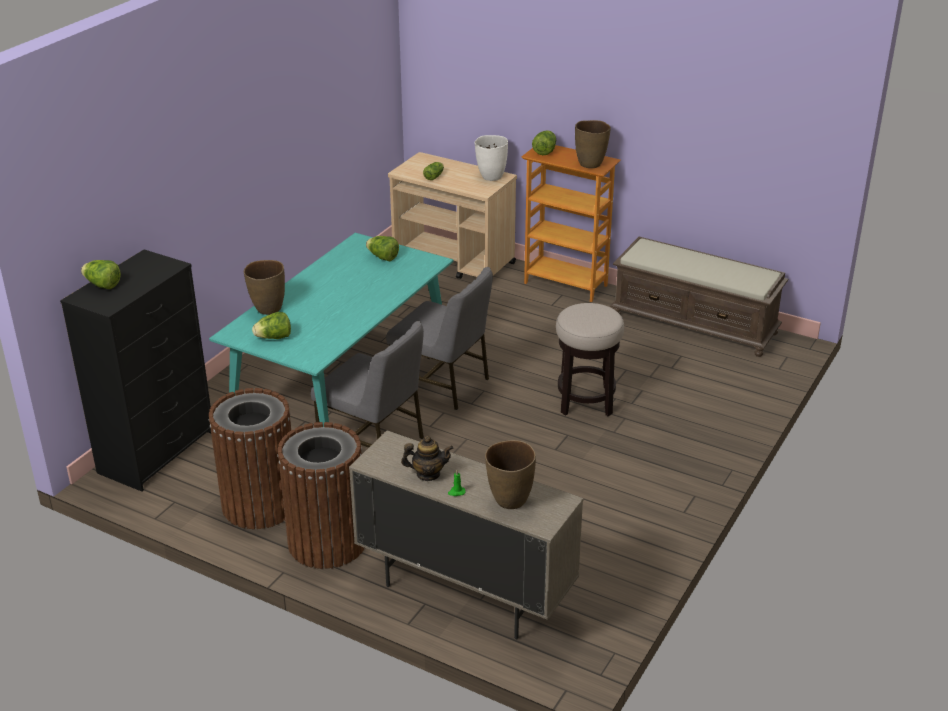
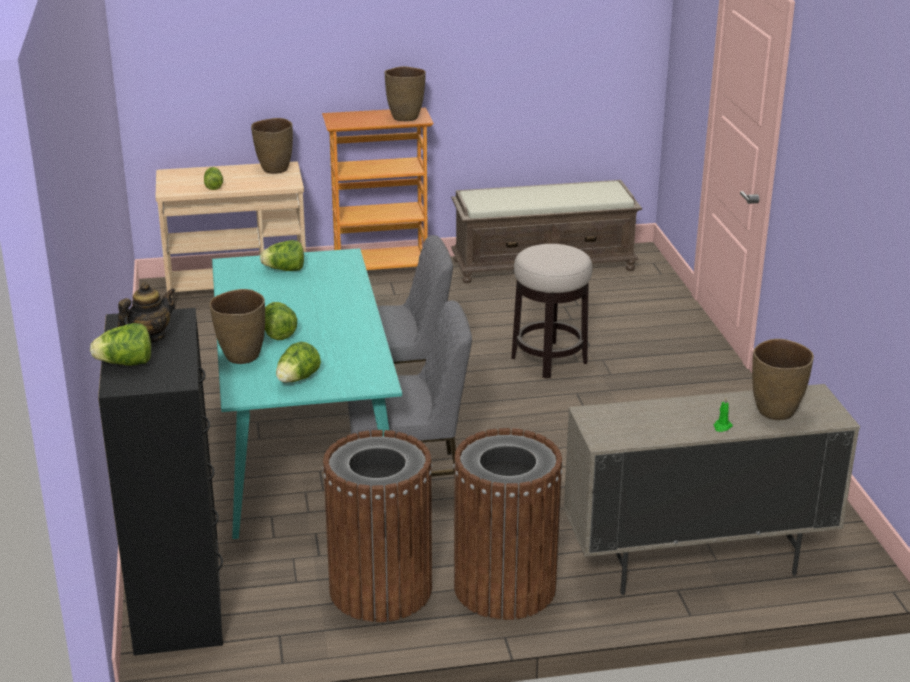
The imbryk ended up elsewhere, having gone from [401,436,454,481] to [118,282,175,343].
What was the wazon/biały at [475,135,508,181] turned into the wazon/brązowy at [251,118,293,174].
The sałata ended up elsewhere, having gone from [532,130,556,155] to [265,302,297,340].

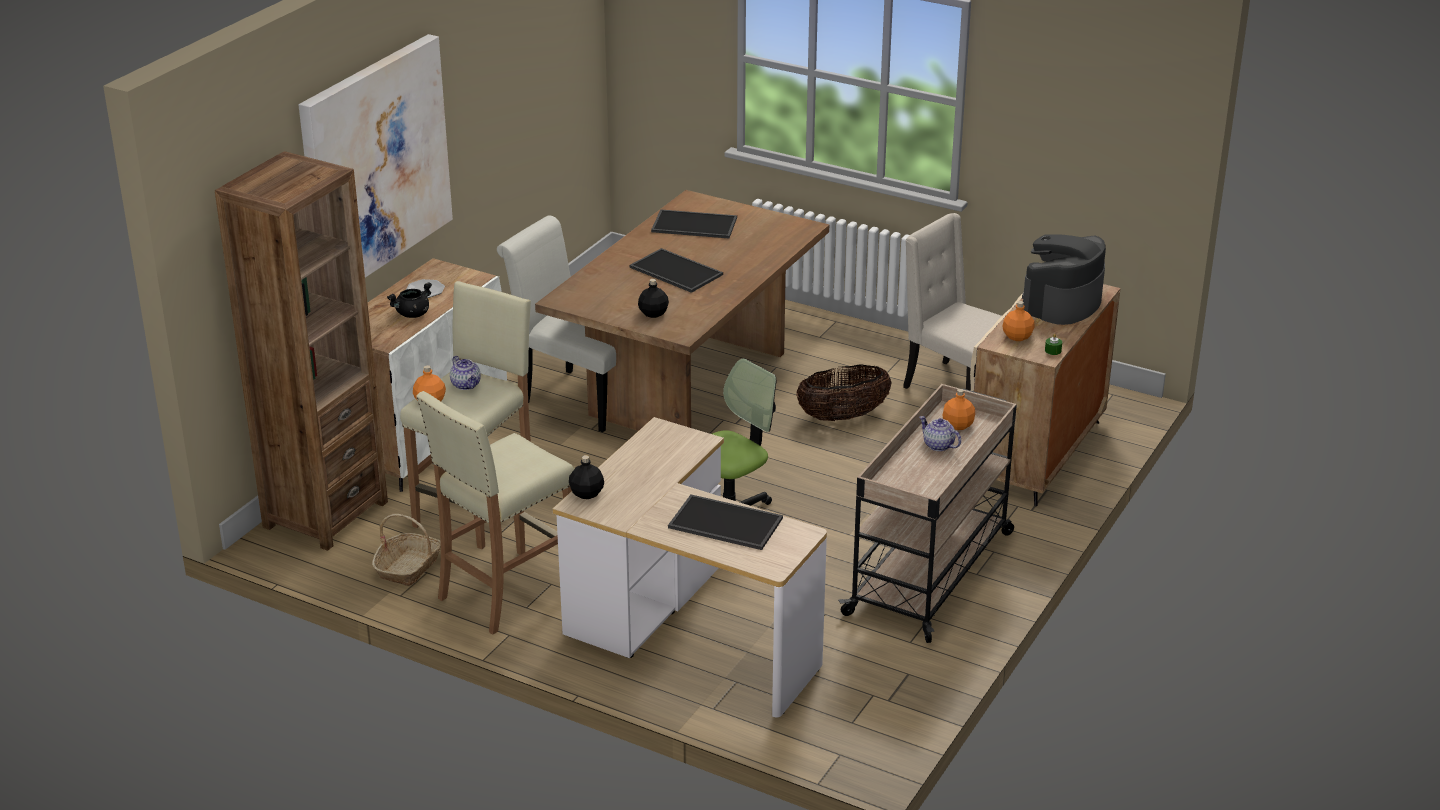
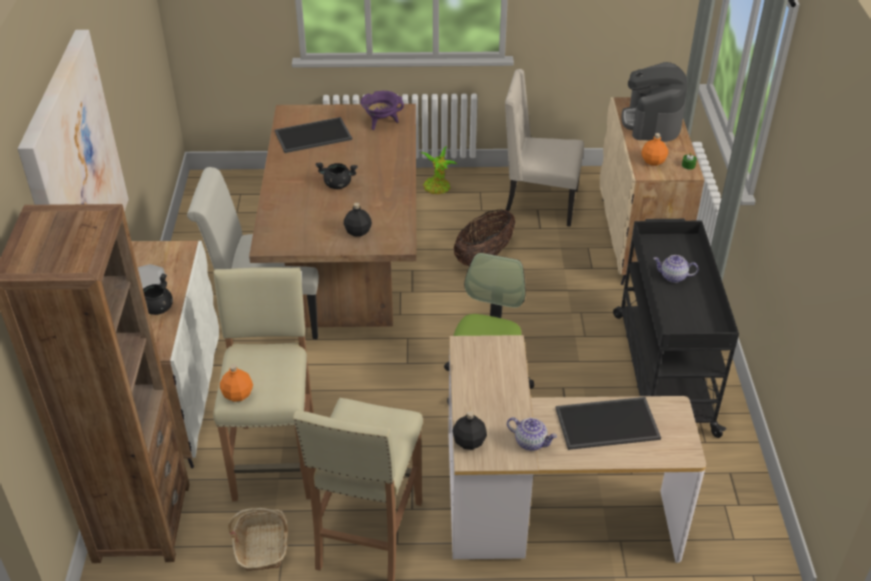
Where the taca stood at [629,248,723,293], the garnek/czarny came to stand at [316,162,357,189].
The second view gained the garnek/fioletowy at [361,91,404,130].
The second view gained the roślina doniczkowa at [420,146,457,194].
The imbryk ended up elsewhere, having gone from [450,356,481,390] to [507,417,557,451].
What was the wózek/beżowy at [838,384,1017,643] turned into the wózek/czarny at [613,219,739,438].
The second view lost the butelka/pomarańczowy at [942,389,975,430].

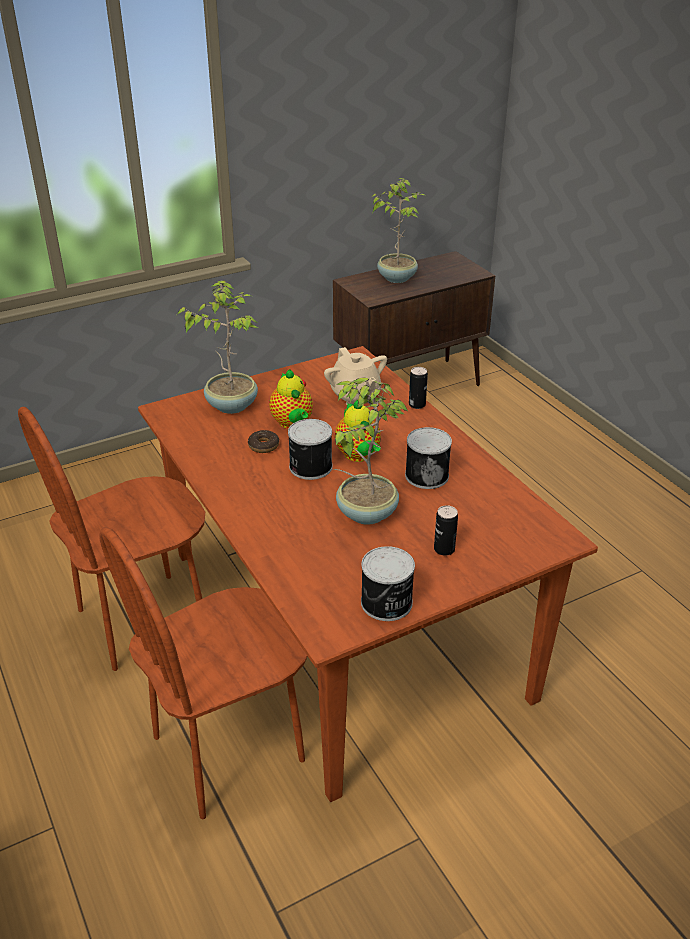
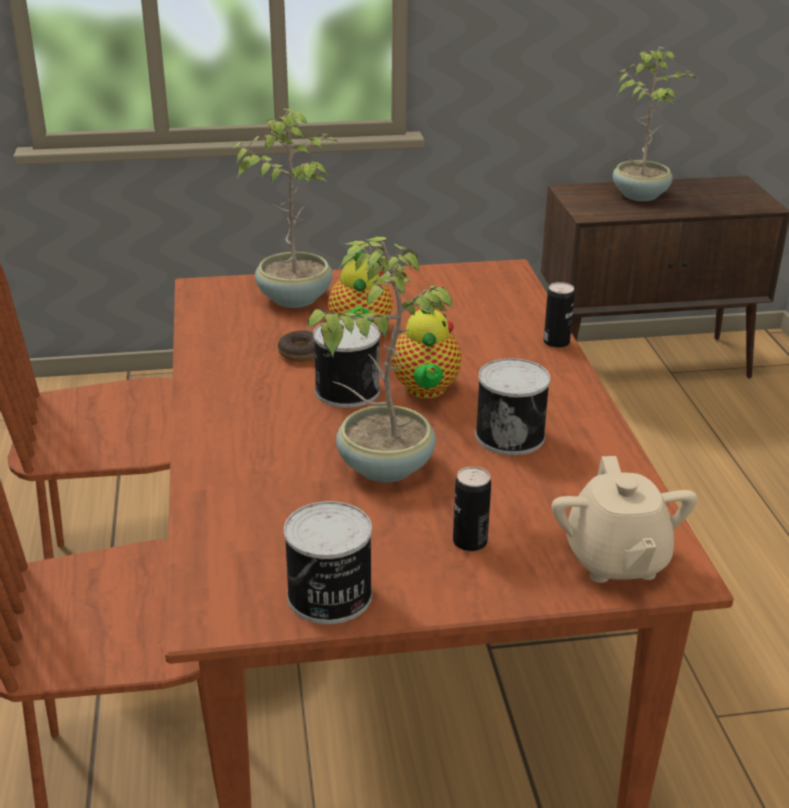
The imbryk/beżowy ended up elsewhere, having gone from [324,347,387,405] to [552,456,698,583].

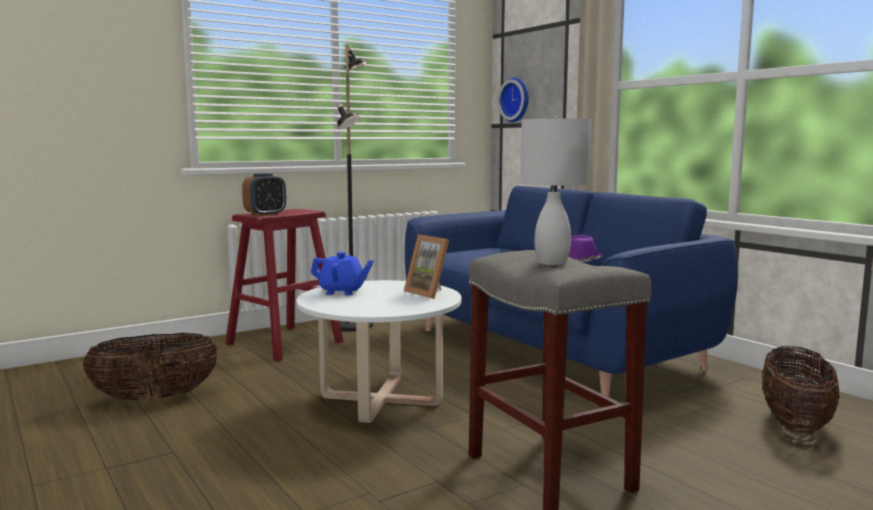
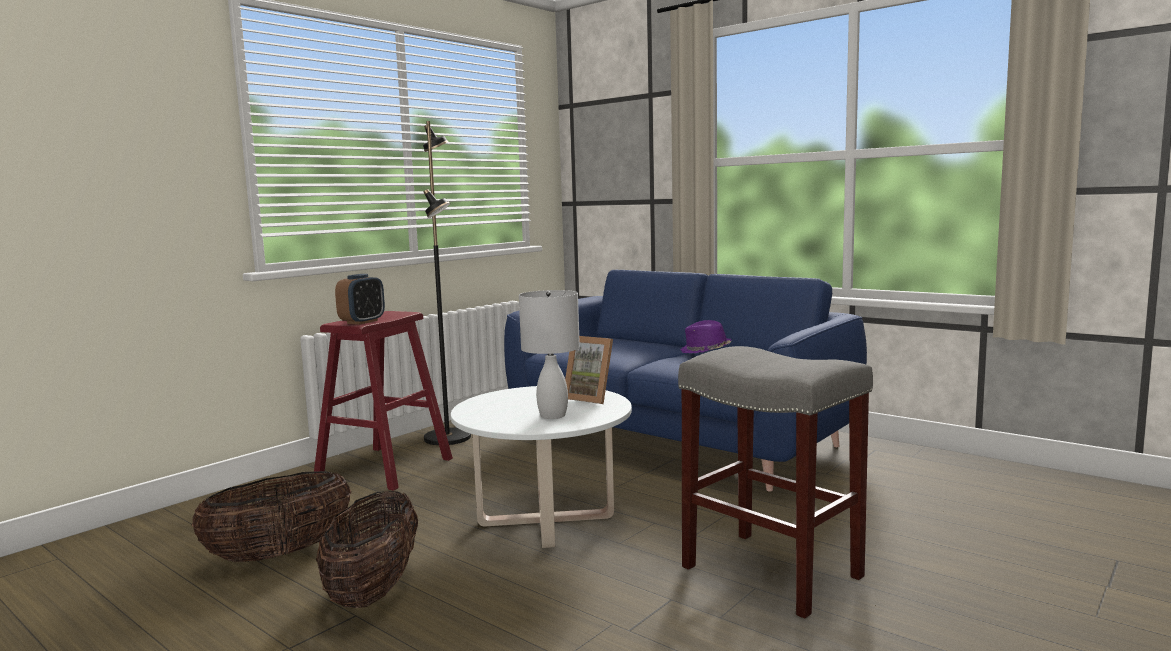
The koszyk ended up elsewhere, having gone from [762,346,840,434] to [316,491,418,608].
The lampa stołowa/biały ended up elsewhere, having gone from [520,117,591,265] to [519,290,580,419].
The second view lost the imbryk/niebieski at [311,252,374,295].
The second view lost the zegar ścienny at [498,77,529,122].

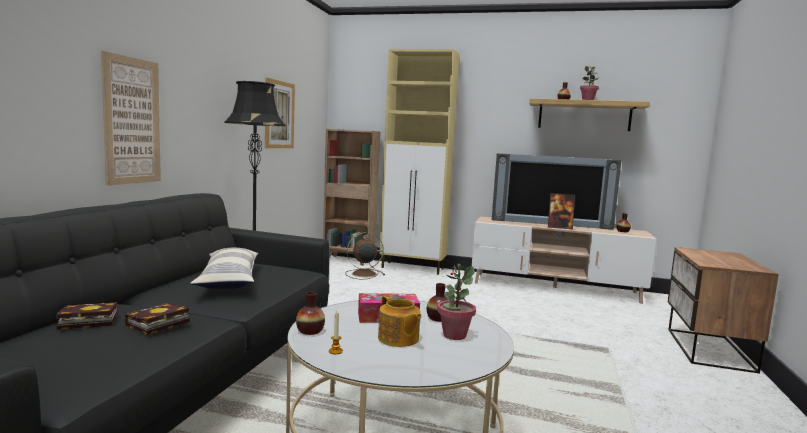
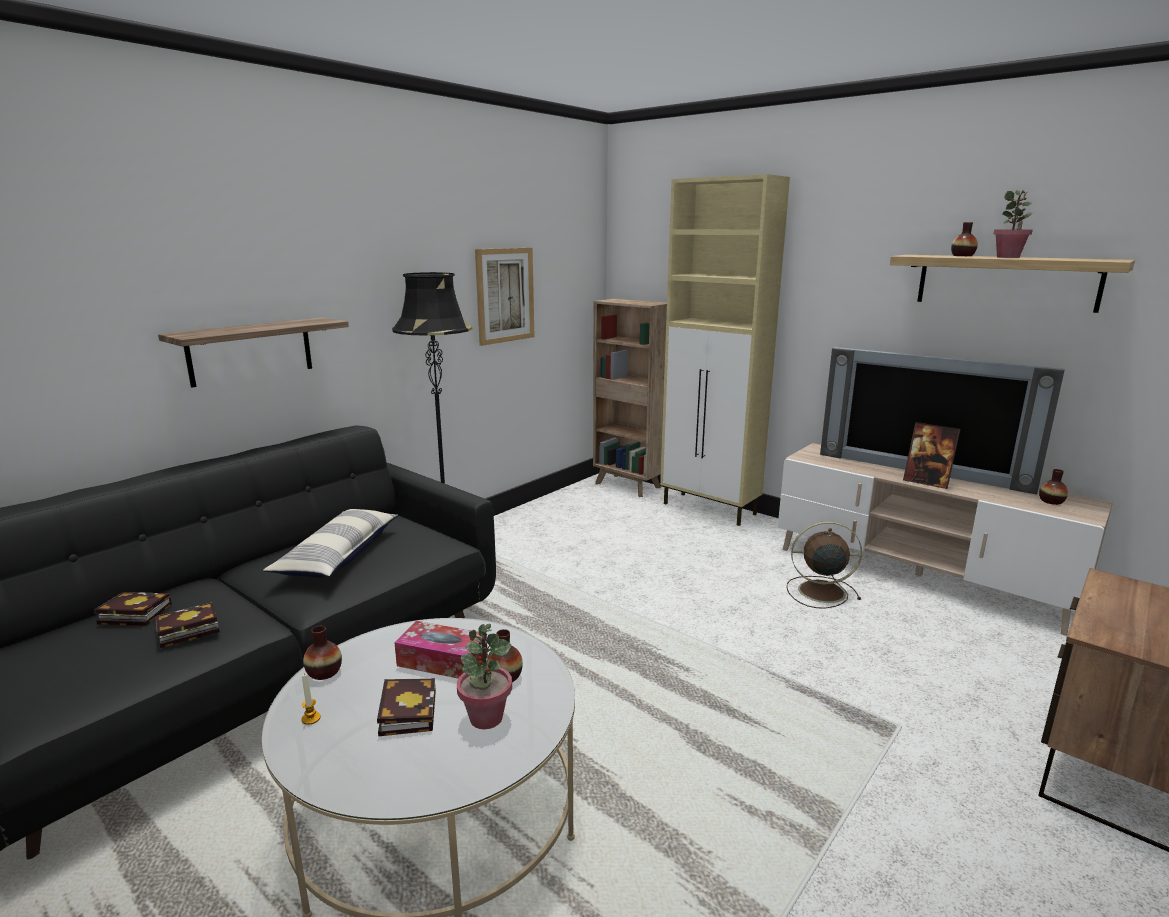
Where the obraz hung at [101,51,161,186], the półka came to hang at [158,317,349,388].
Where the imbryk stood at [378,295,421,347], the książka came to stand at [377,678,436,736].
The wentylator/brązowy ended up elsewhere, having gone from [345,232,385,280] to [787,521,862,608].

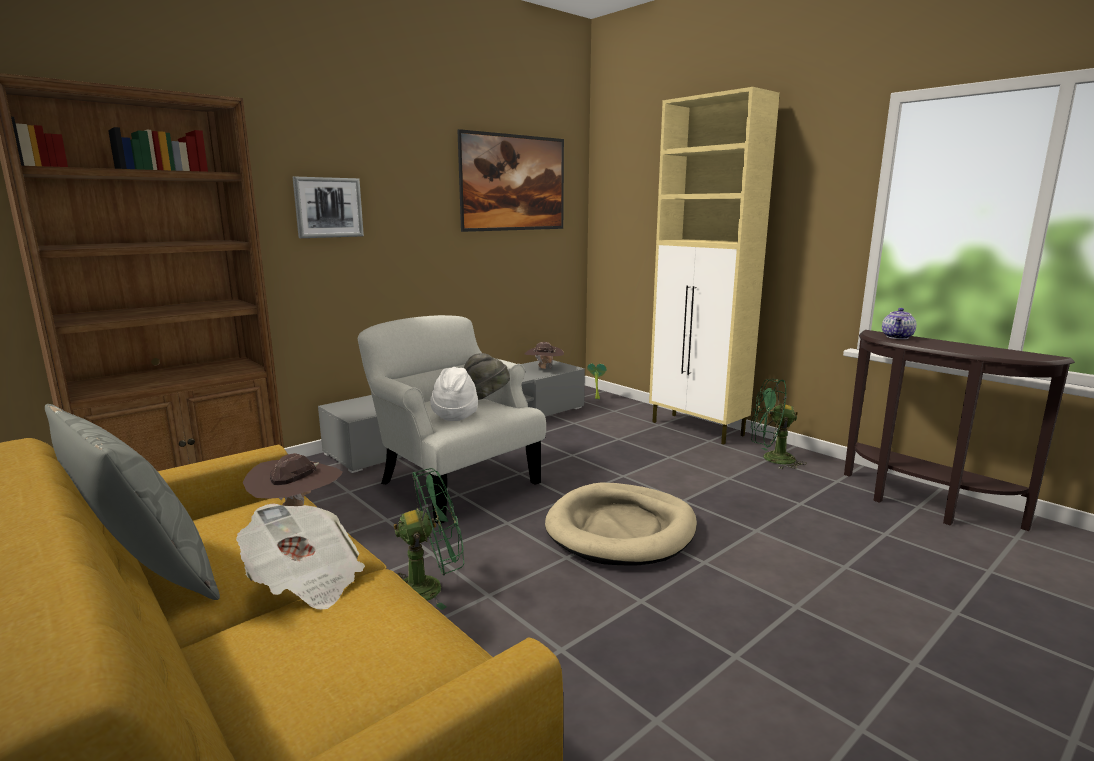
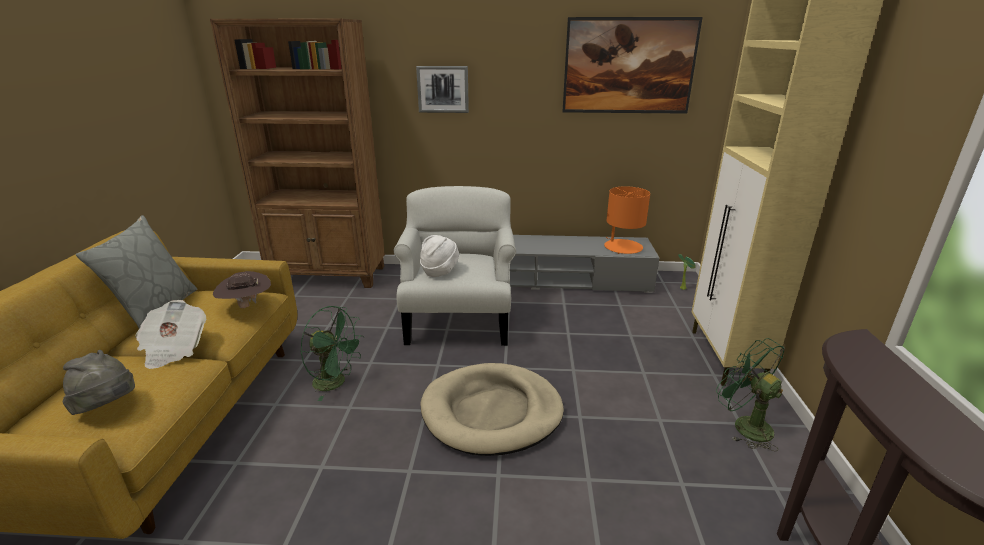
The kapelusz/szary ended up elsewhere, having gone from [464,353,510,400] to [63,350,135,415].
Where the kapelusz/brązowy stood at [524,342,564,369], the lampa stołowa/pomarańczowy came to stand at [604,186,650,254].
The second view lost the imbryk at [882,308,916,339].

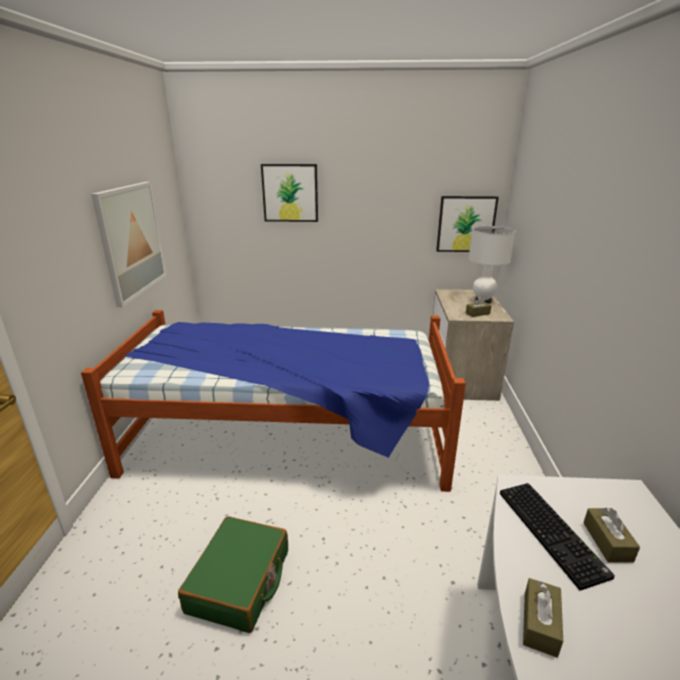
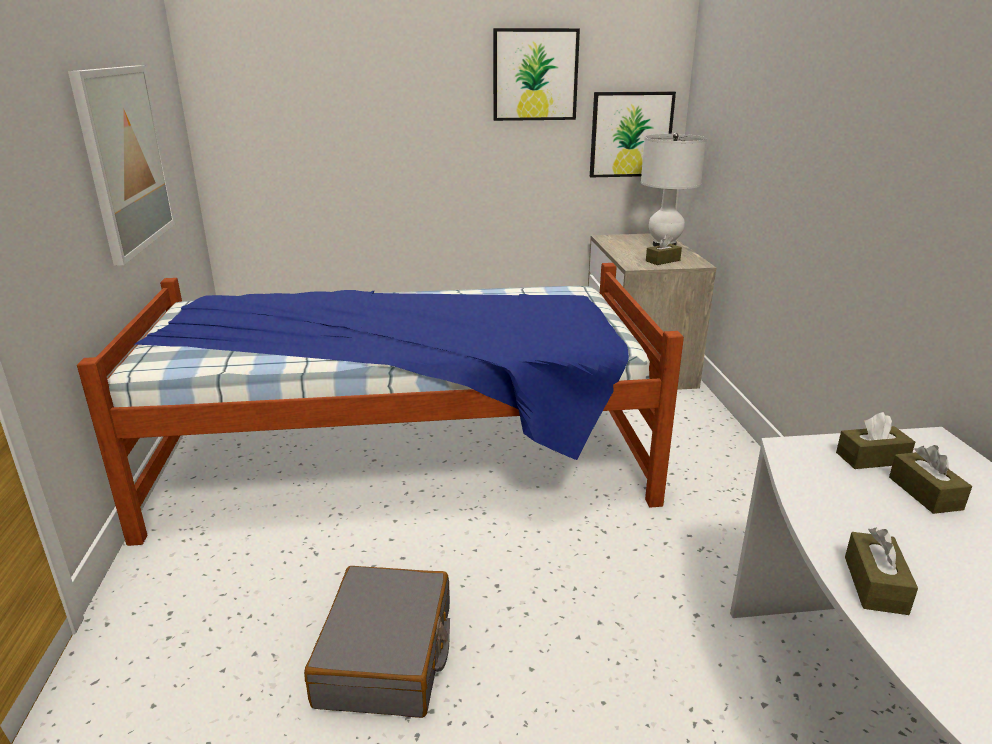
What was the walizka/zielony at [178,516,288,633] turned into the walizka/szary at [304,566,450,718].
The obraz ended up elsewhere, having gone from [261,164,318,222] to [493,28,580,121].
The second view gained the pudełko chusteczek/brązowy at [836,412,915,469].
The second view lost the klawiatura at [500,483,615,591].

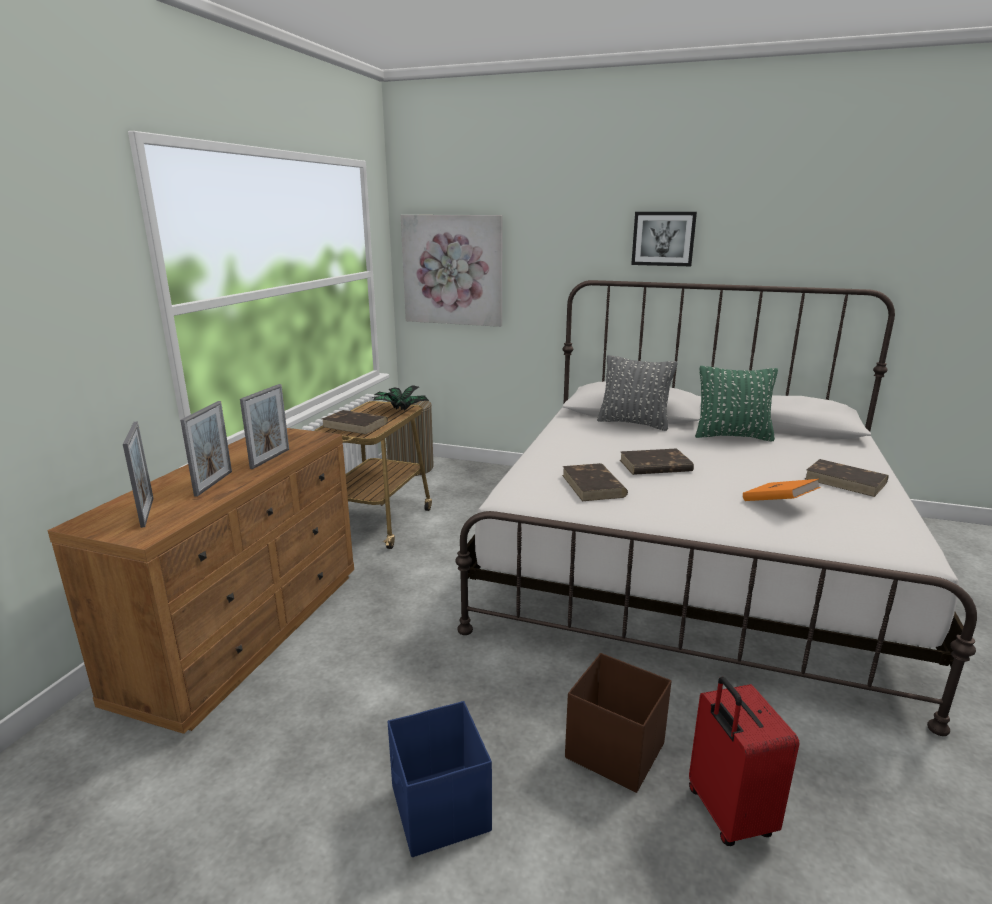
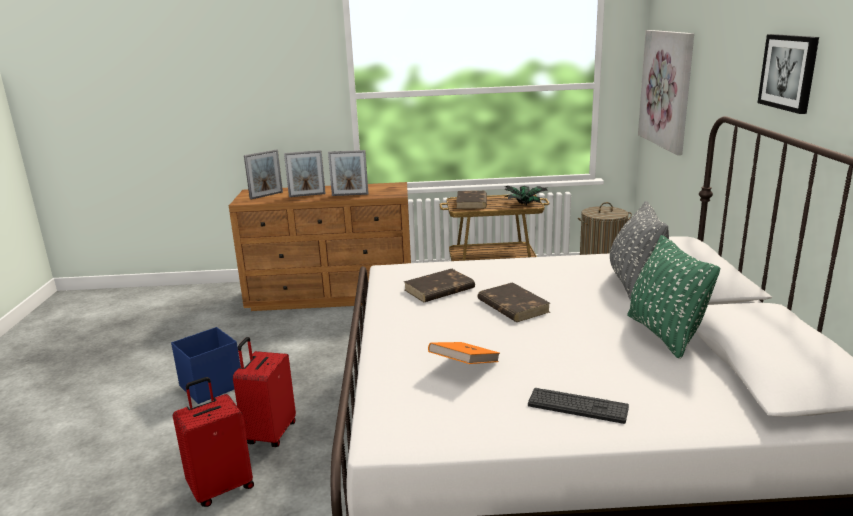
Where the pojemnik do przechowywania/brązowy stood at [565,653,672,793], the walizka/czerwony came to stand at [233,337,296,447].
Where the książka/brązowy stood at [805,459,889,497], the klawiatura came to stand at [528,388,629,424].

